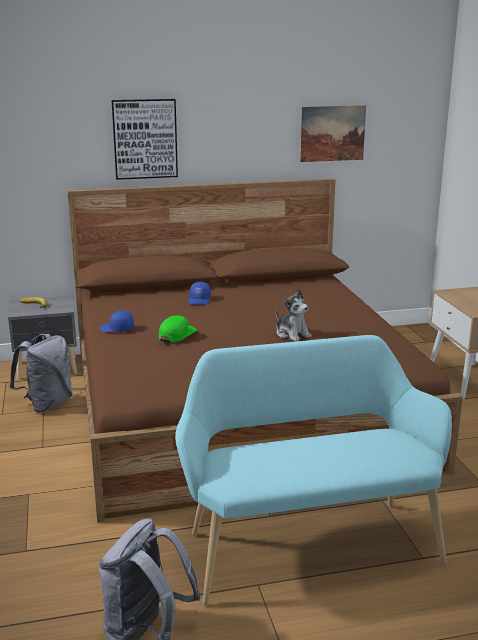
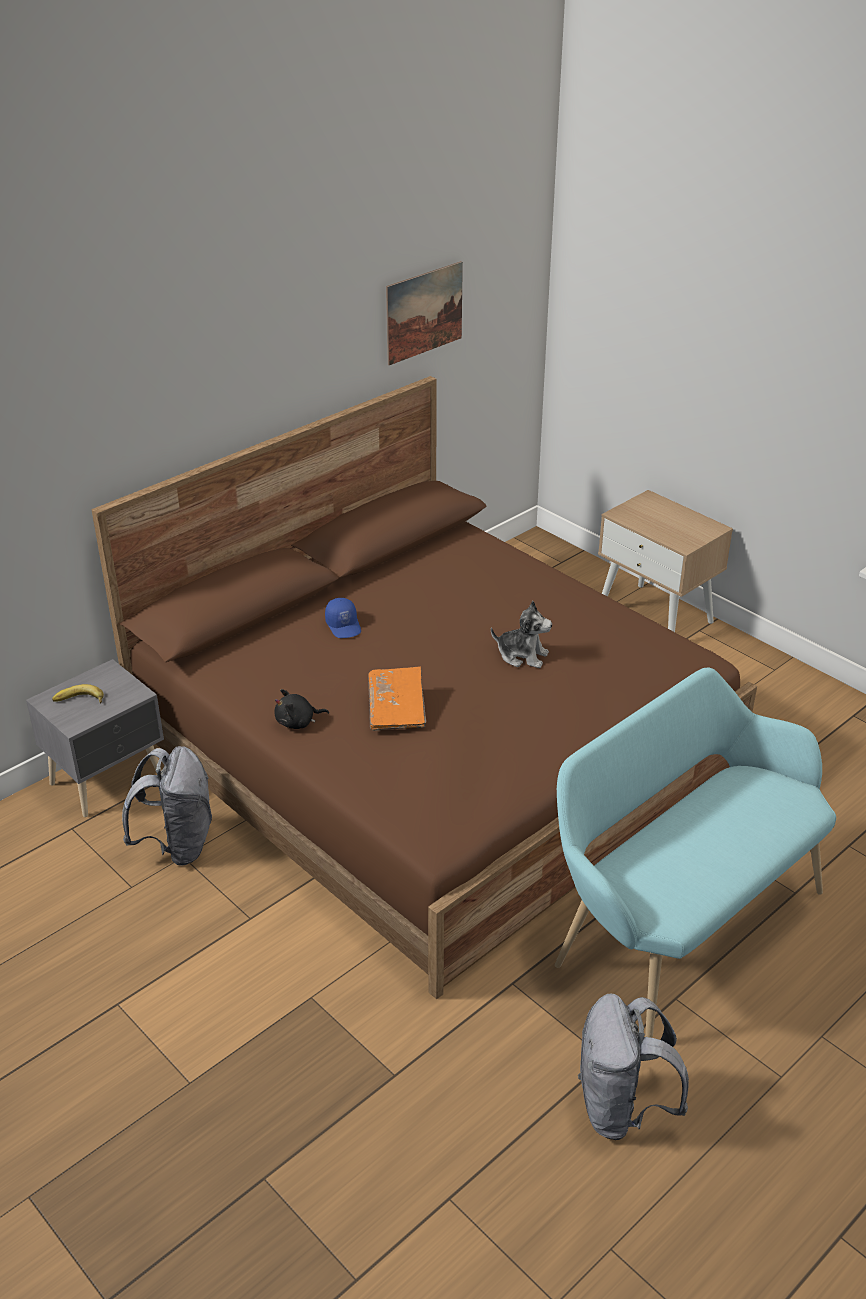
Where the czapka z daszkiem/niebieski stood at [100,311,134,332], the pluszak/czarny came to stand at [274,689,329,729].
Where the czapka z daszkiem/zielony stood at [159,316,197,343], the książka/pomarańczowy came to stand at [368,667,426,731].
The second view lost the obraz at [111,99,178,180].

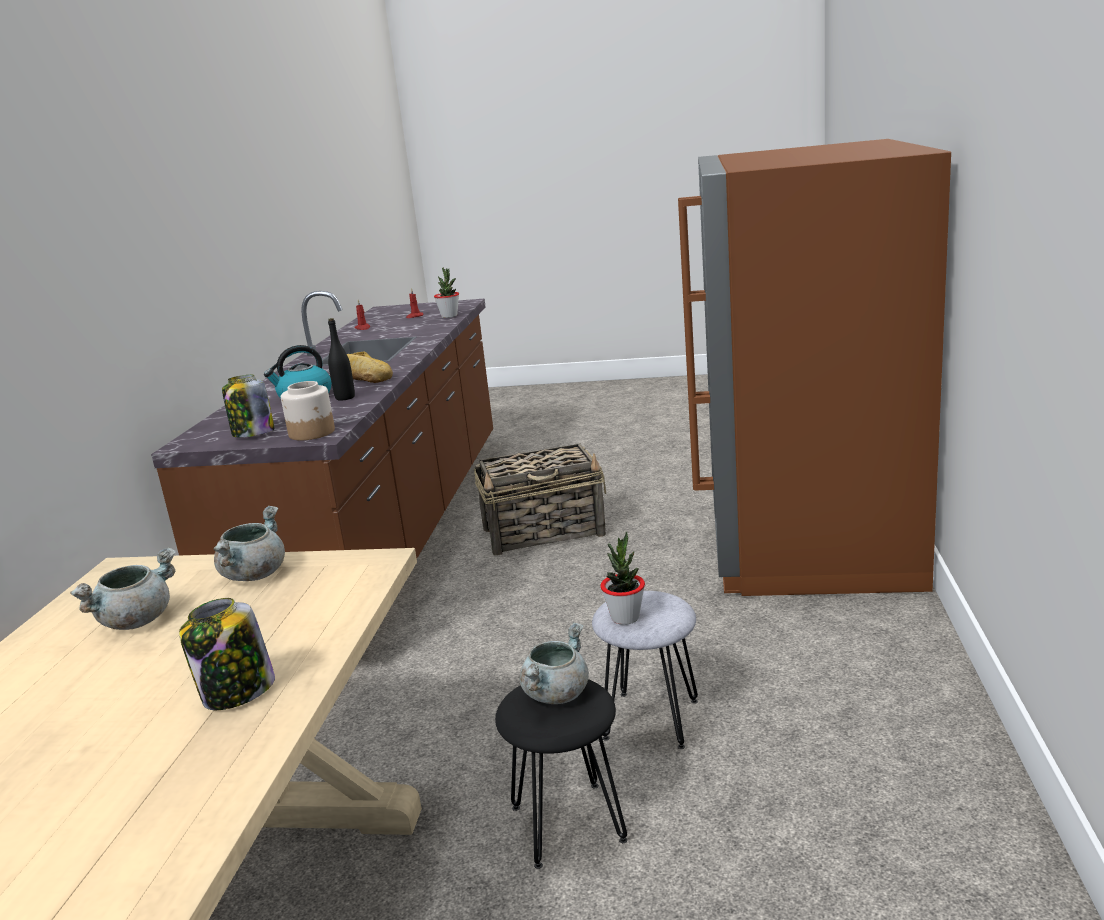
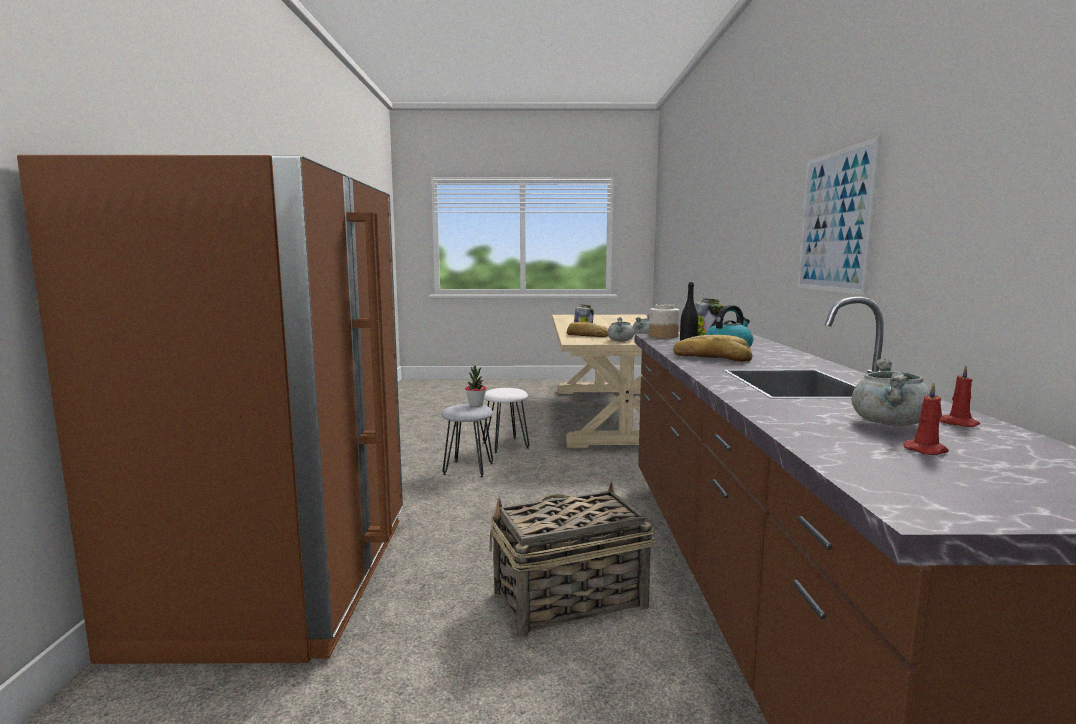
What was the stołek/czarny at [495,679,627,869] turned into the stołek/biały at [483,388,529,453].
The second view gained the chleb at [567,322,608,337].
The second view gained the obraz at [797,136,882,295].
The garnek/szary ended up elsewhere, having gone from [520,622,589,704] to [852,358,930,426].
The second view lost the roślina doniczkowa at [434,267,459,318].

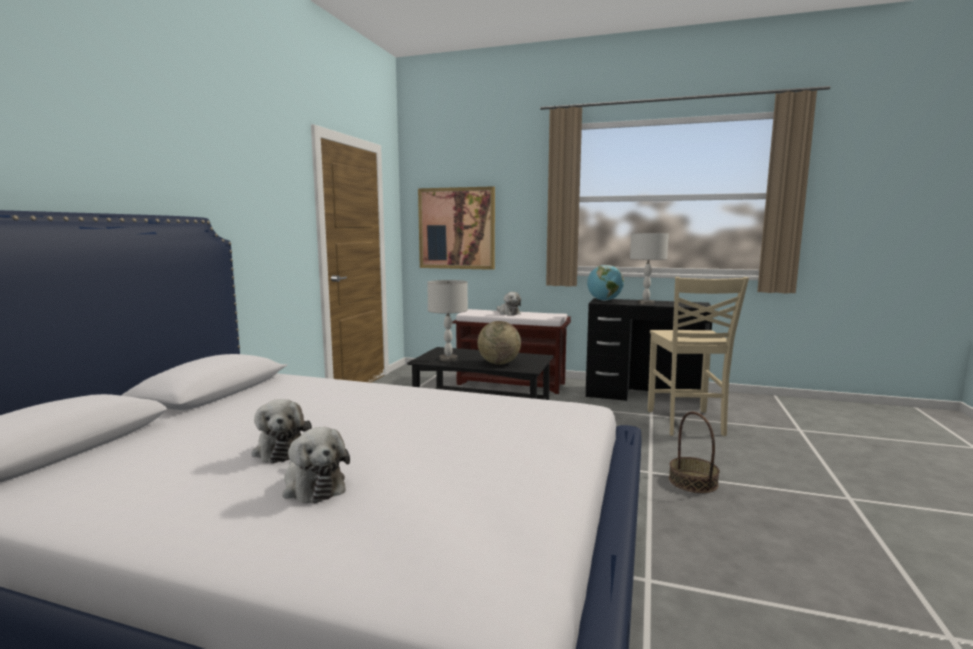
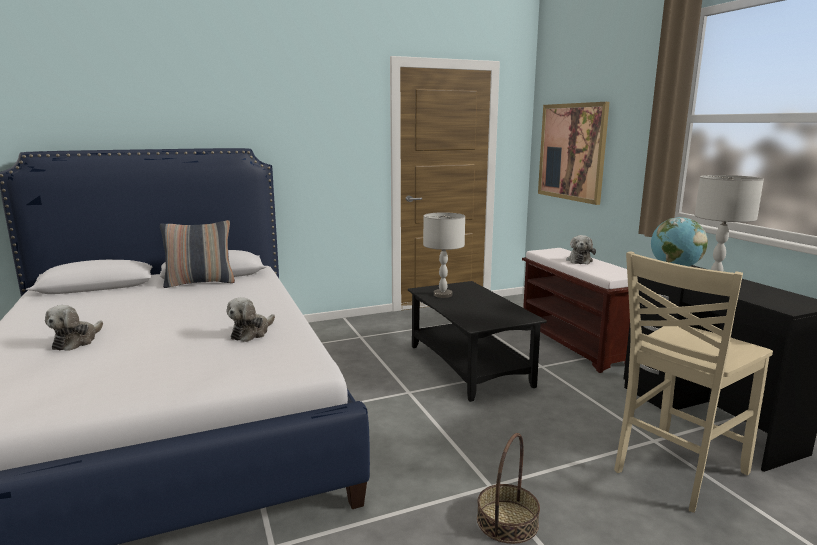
The second view gained the poduszka at [160,220,235,288].
The pluszak ended up elsewhere, having gone from [251,399,312,463] to [227,297,275,342].
The second view lost the globus at [478,321,521,365].

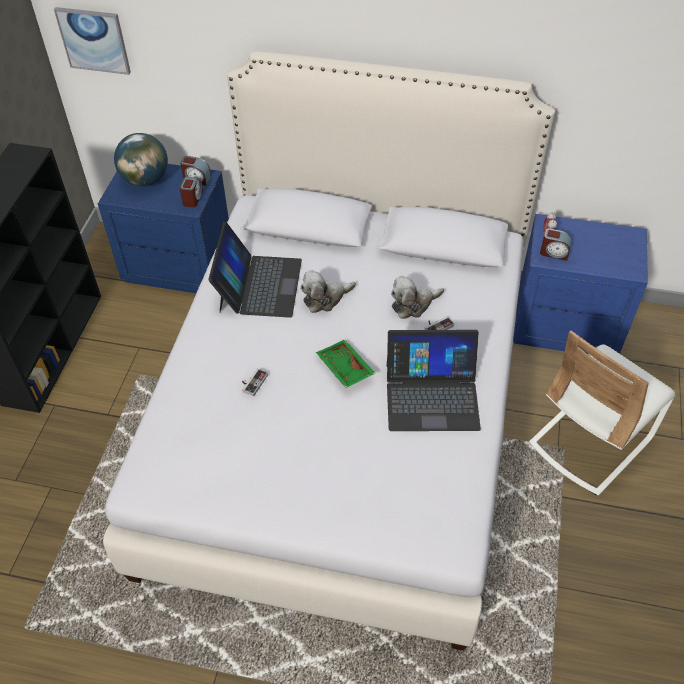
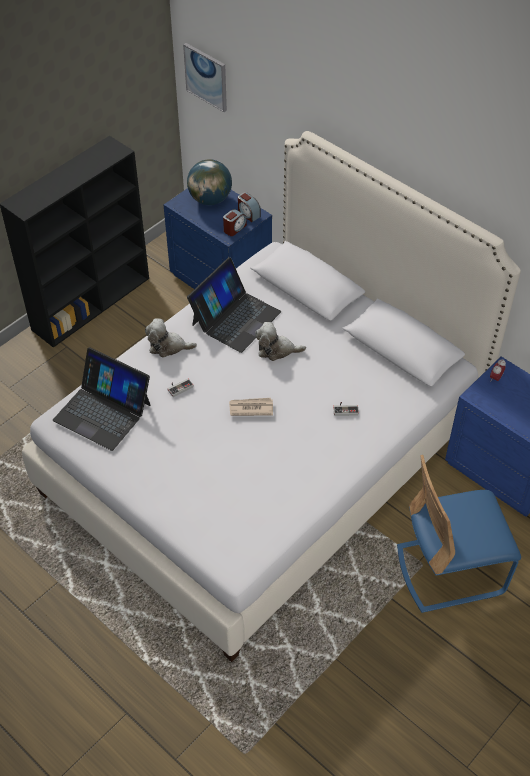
The laptop ended up elsewhere, having gone from [387,330,481,431] to [53,347,151,451].
The pluszak ended up elsewhere, having gone from [391,276,444,319] to [145,318,197,358].
Where the taca/zielony stood at [316,340,376,388], the gazeta came to stand at [229,398,273,416].
What was the krzesło/biały at [529,331,675,496] turned into the krzesło/niebieski at [397,455,521,613].
The second view lost the budzik at [540,228,572,261].

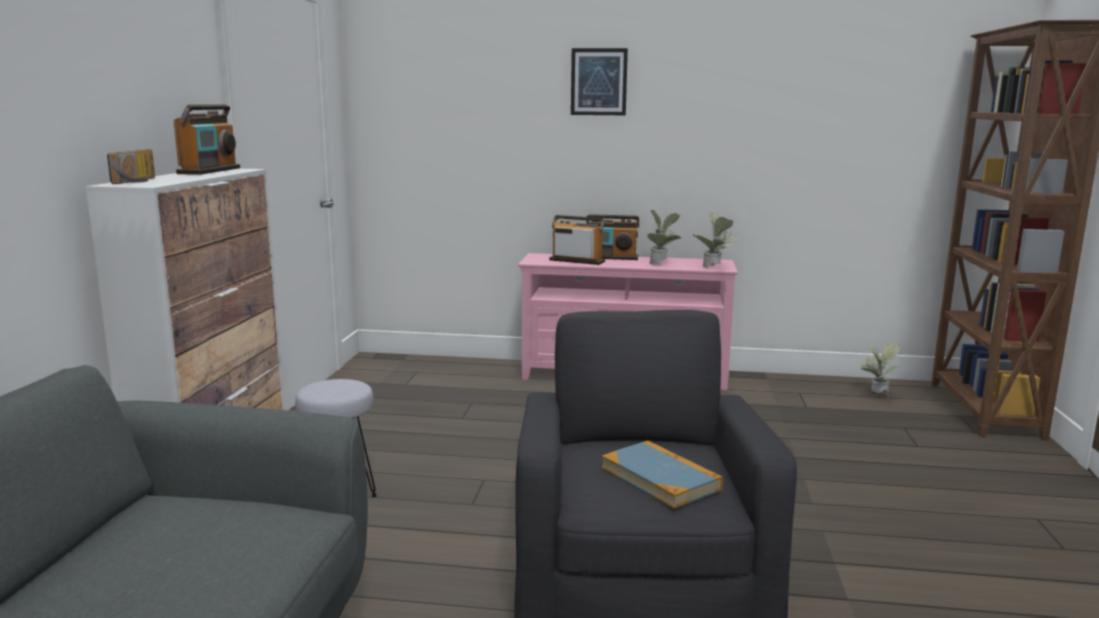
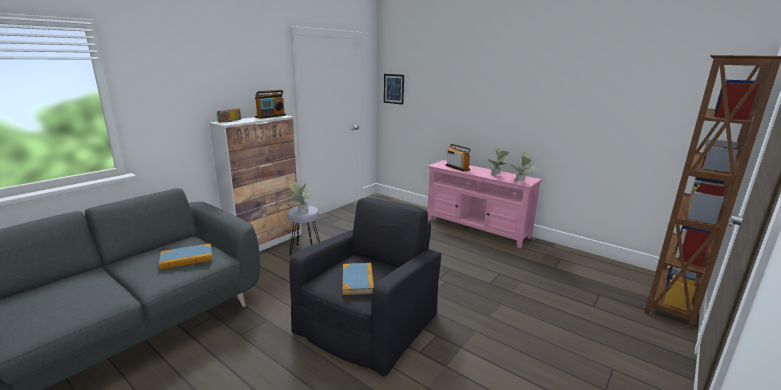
The second view gained the książka at [159,244,212,269].
The roślina doniczkowa ended up elsewhere, having gone from [860,343,900,396] to [290,182,312,214].
The obraz ended up elsewhere, having gone from [571,48,628,115] to [384,74,404,105].
The second view lost the radio at [586,214,640,260].

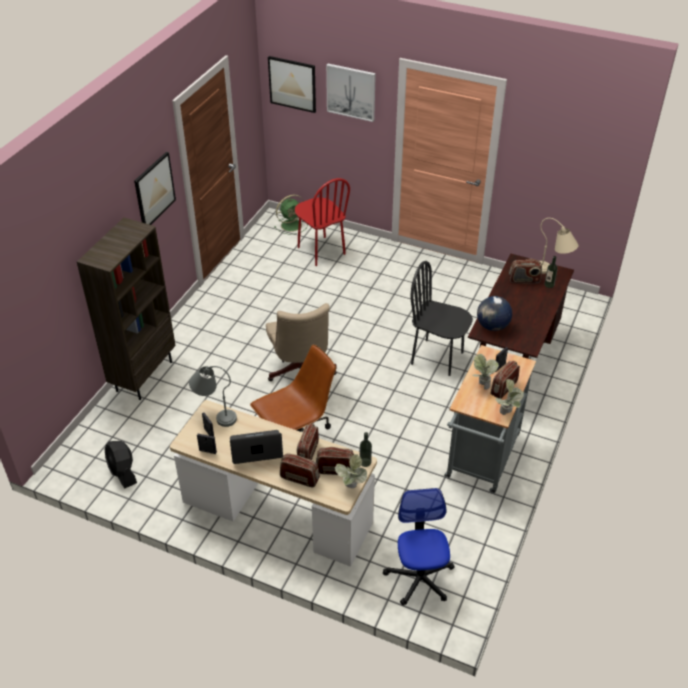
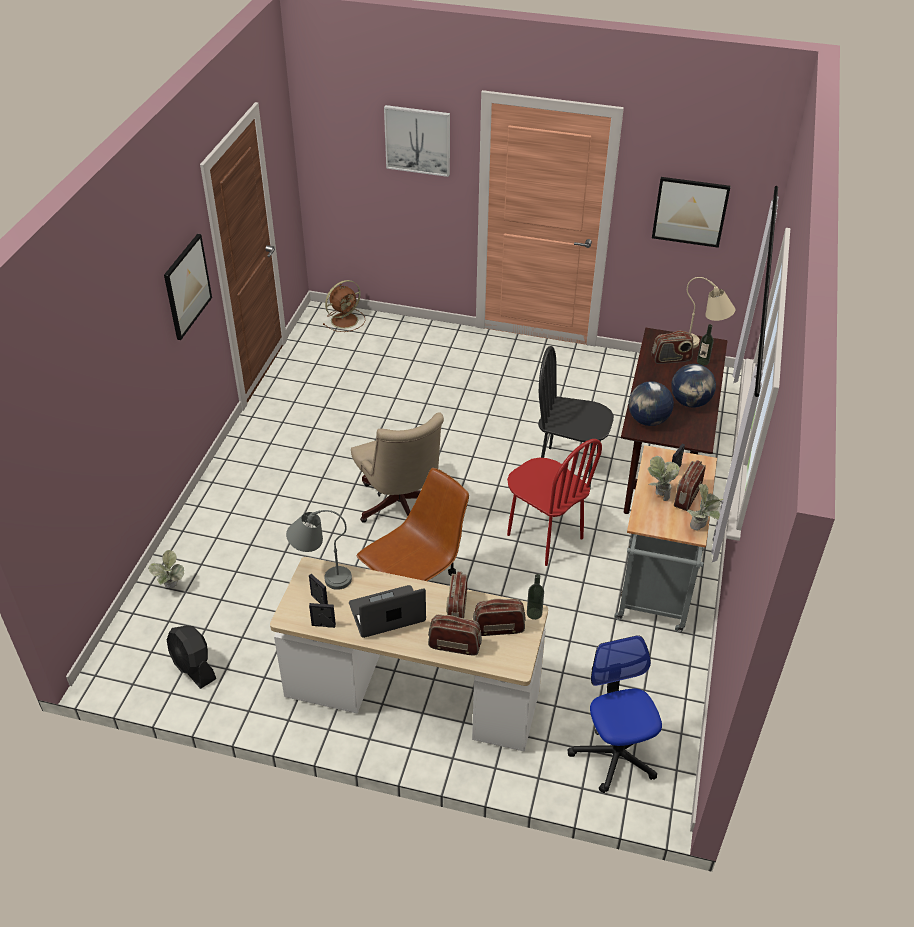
The roślina doniczkowa ended up elsewhere, having gone from [335,454,367,488] to [148,550,184,588].
What was the wentylator/zielony at [274,195,307,235] turned into the wentylator/brązowy at [323,280,366,332].
The krzesło/czerwony ended up elsewhere, having gone from [295,178,350,266] to [507,439,602,566].
The obraz ended up elsewhere, having gone from [268,56,316,113] to [652,177,731,248].
The second view gained the globus at [671,364,716,407].
The second view lost the regał/brązowy at [77,218,176,400].

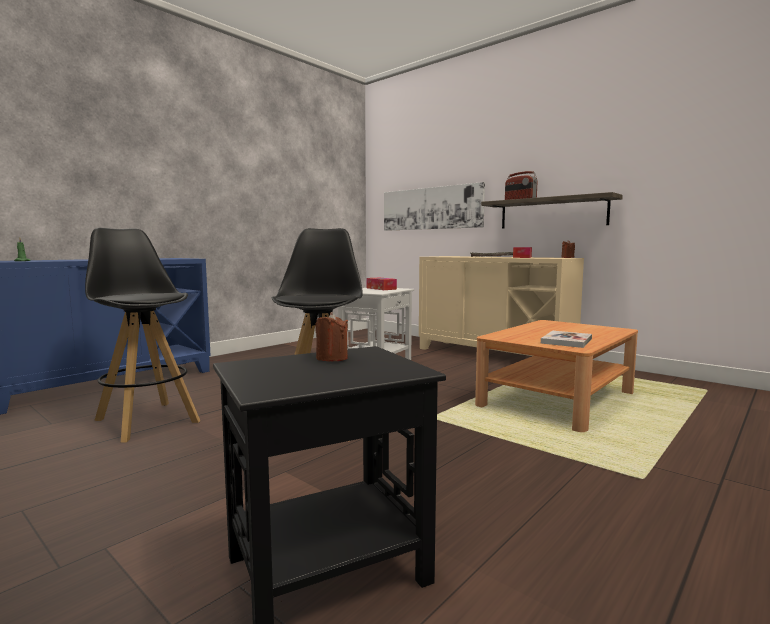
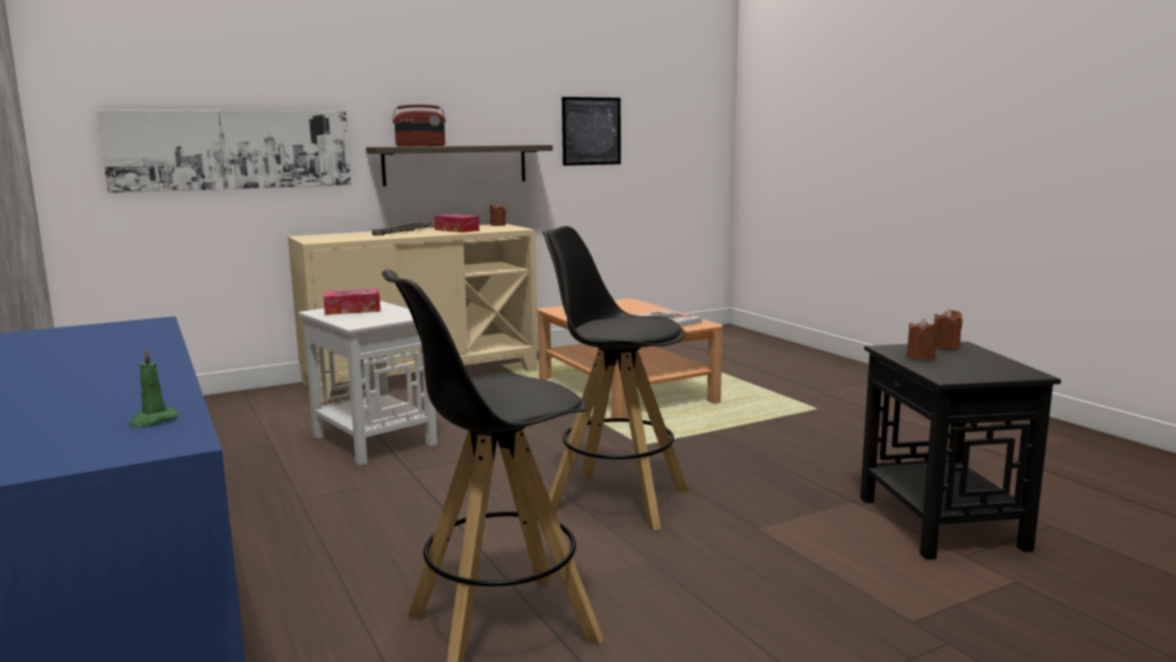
The second view gained the obraz at [562,97,621,166].
The second view gained the świeca/brązowy at [934,309,963,349].

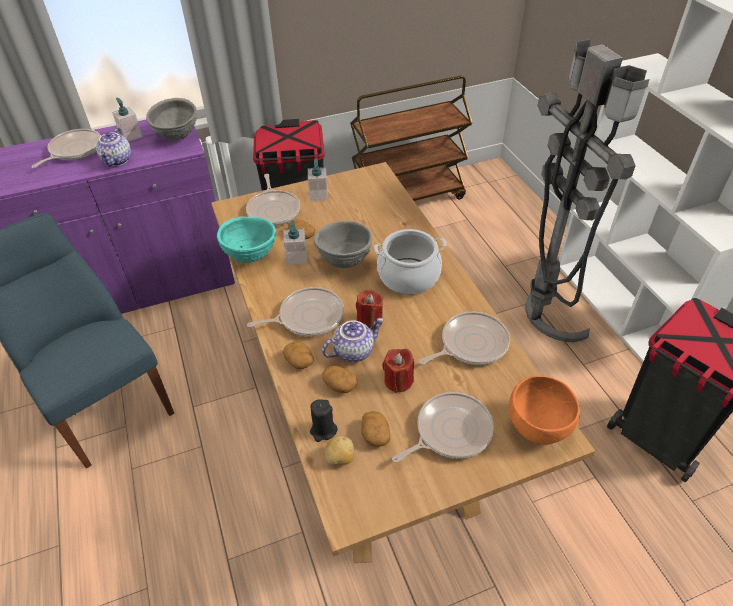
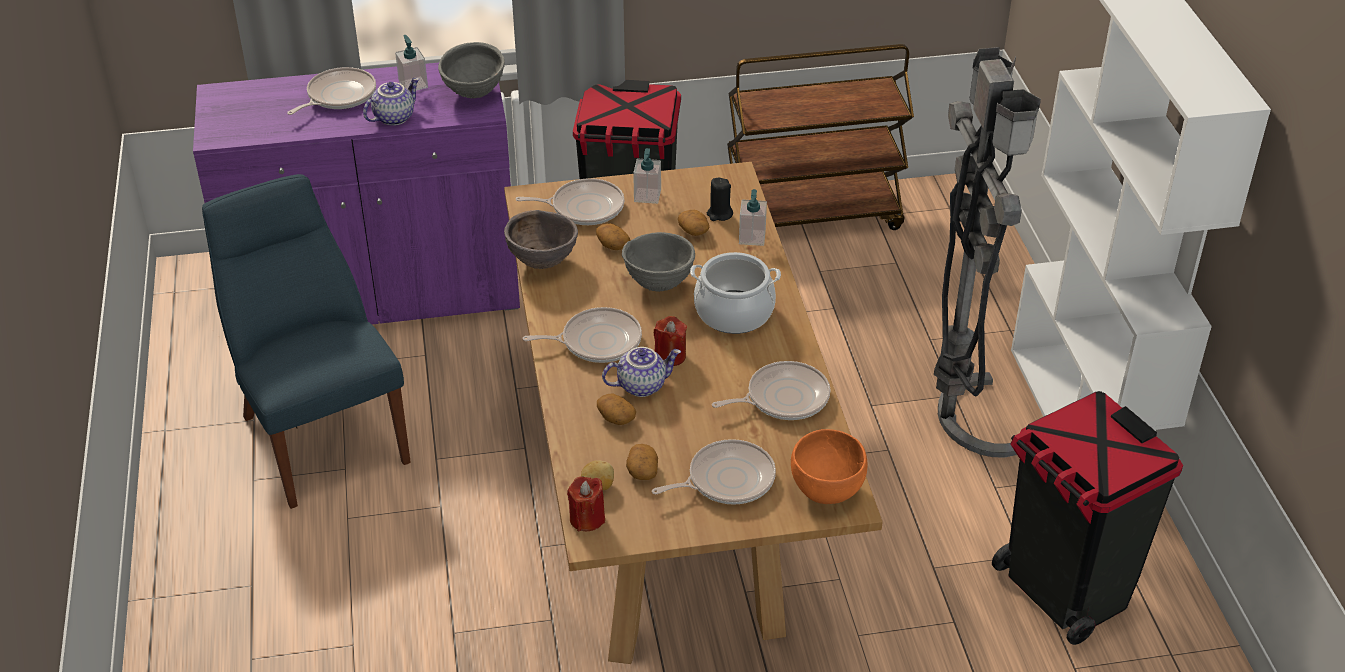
The imbryk at [96,127,131,166] ended up facing another way, 150 degrees counterclockwise from before.
What was the miska/turkusowy at [217,216,276,263] turned into the miska/brązowy at [504,210,578,269].
The patelnia at [246,174,300,226] ended up facing another way, 90 degrees counterclockwise from before.
The świeca/czerwony ended up elsewhere, having gone from [382,349,414,393] to [567,476,605,531].
The ziemniak ended up elsewhere, having gone from [283,341,314,369] to [678,210,709,236].
The świeca/czarny ended up elsewhere, having gone from [310,399,338,442] to [707,178,733,221].
The dozownik mydła ended up elsewhere, having gone from [283,220,307,265] to [739,189,767,246].

